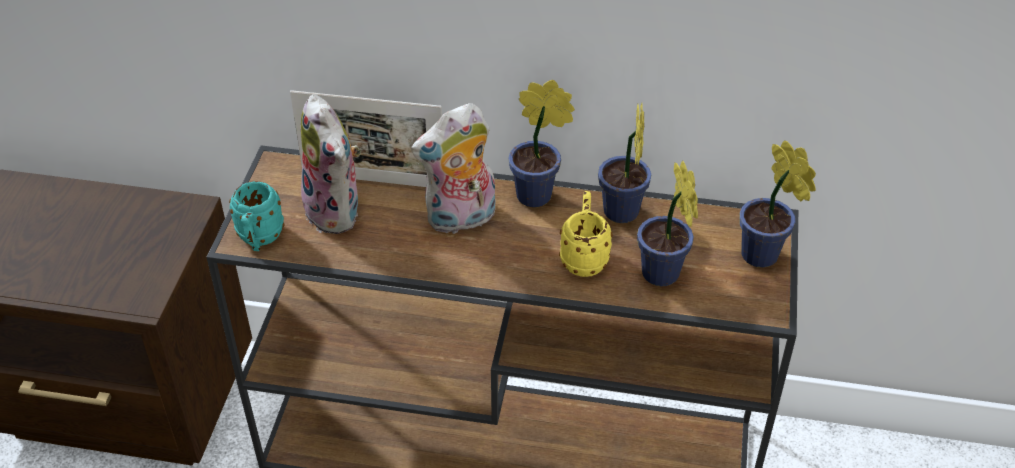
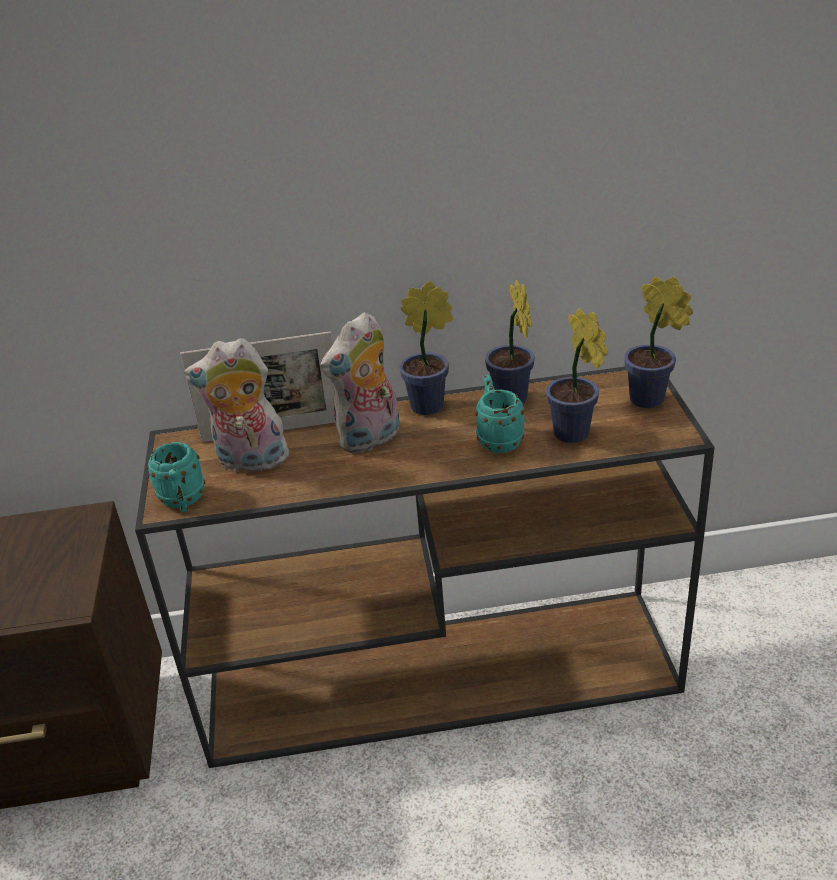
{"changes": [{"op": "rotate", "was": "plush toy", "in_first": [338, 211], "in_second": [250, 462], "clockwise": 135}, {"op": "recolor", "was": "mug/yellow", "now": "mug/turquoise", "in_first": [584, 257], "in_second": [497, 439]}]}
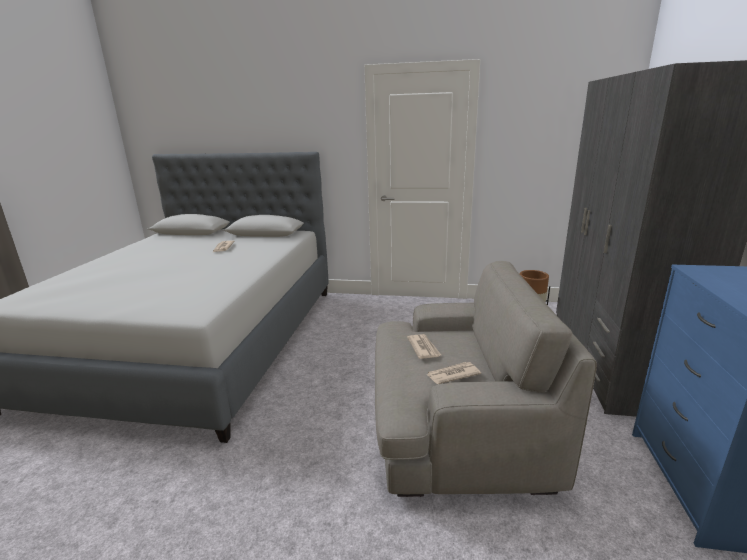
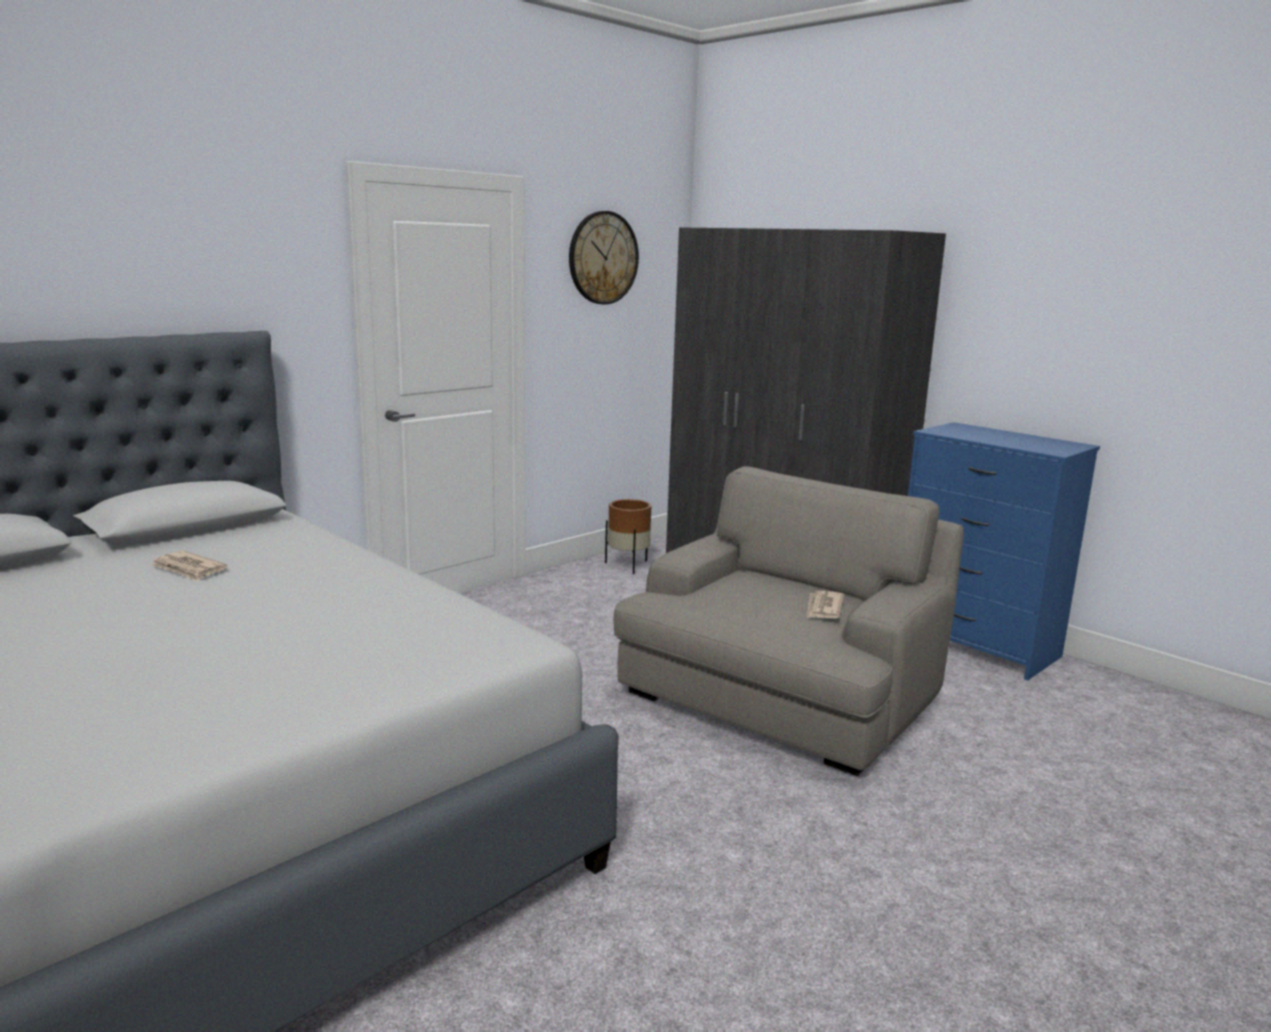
{"changes": [{"op": "delete", "was": "newspaper", "in_first": [423, 348]}, {"op": "insert", "now": "wall clock", "in_second": [603, 258]}]}
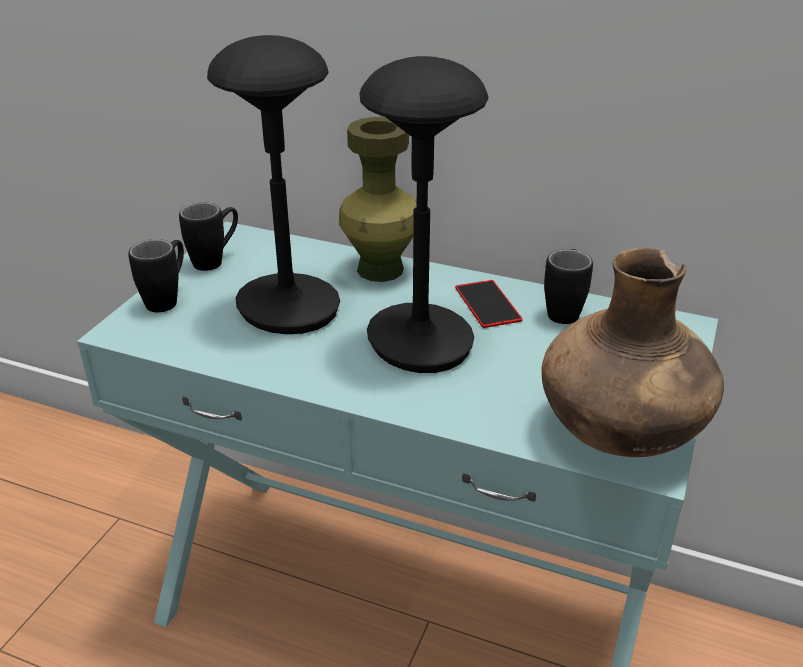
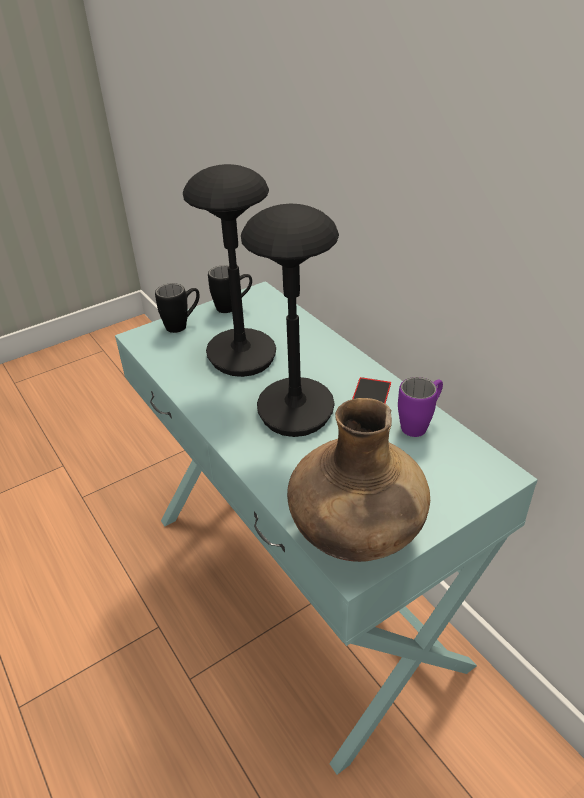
{"changes": [{"op": "delete", "was": "vase/green", "in_first": [379, 269]}, {"op": "recolor", "was": "mug/black", "now": "mug/purple", "in_first": [564, 310], "in_second": [419, 424]}]}
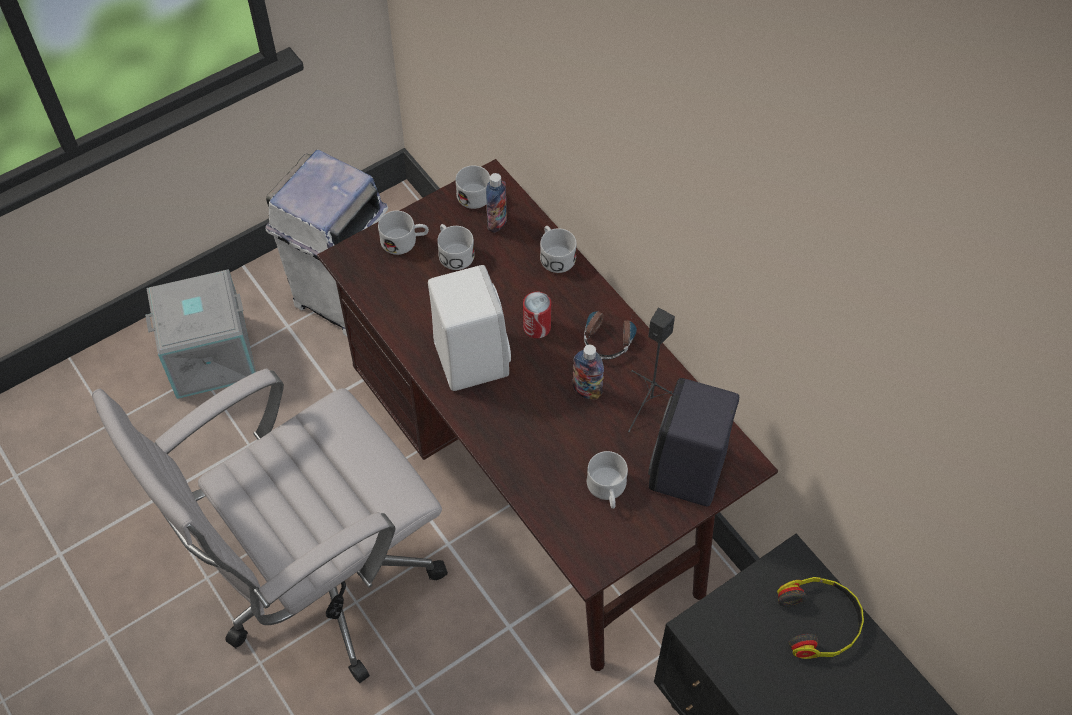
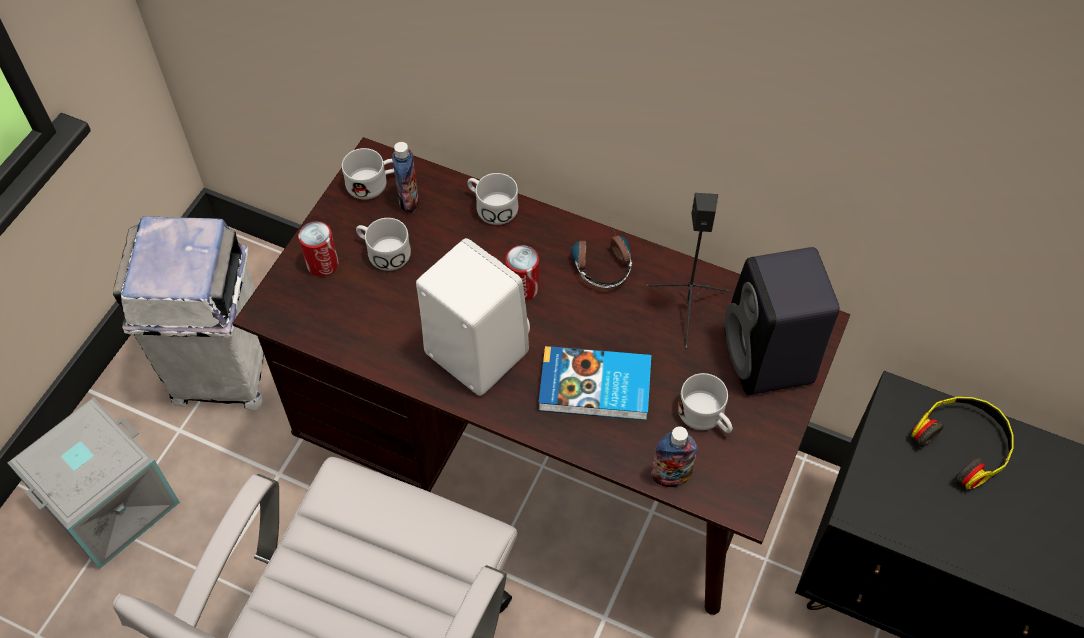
{"changes": [{"op": "replace", "was": "mug/white", "now": "can", "in_first": [405, 241], "in_second": [322, 264]}, {"op": "move", "was": "bottle", "in_first": [587, 390], "in_second": [670, 477]}, {"op": "insert", "now": "book", "in_second": [595, 388]}]}
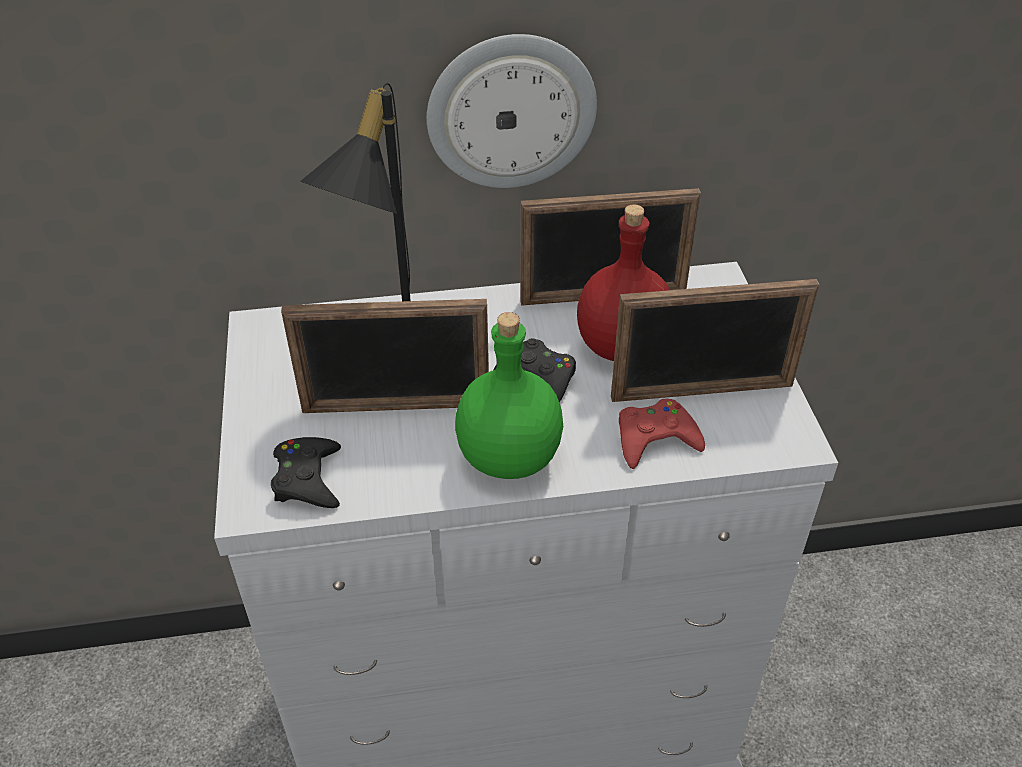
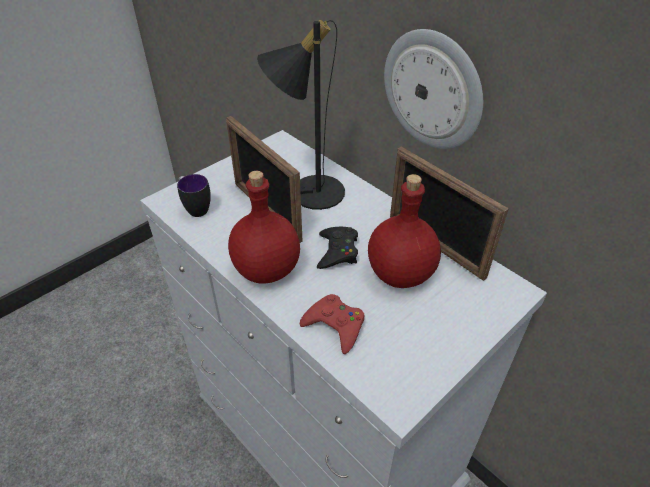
{"changes": [{"op": "delete", "was": "picture frame", "in_first": [702, 392]}, {"op": "recolor", "was": "bottle/green", "now": "bottle/red", "in_first": [508, 459], "in_second": [265, 269]}, {"op": "replace", "was": "game controller/black", "now": "mug", "in_first": [308, 479], "in_second": [195, 208]}]}
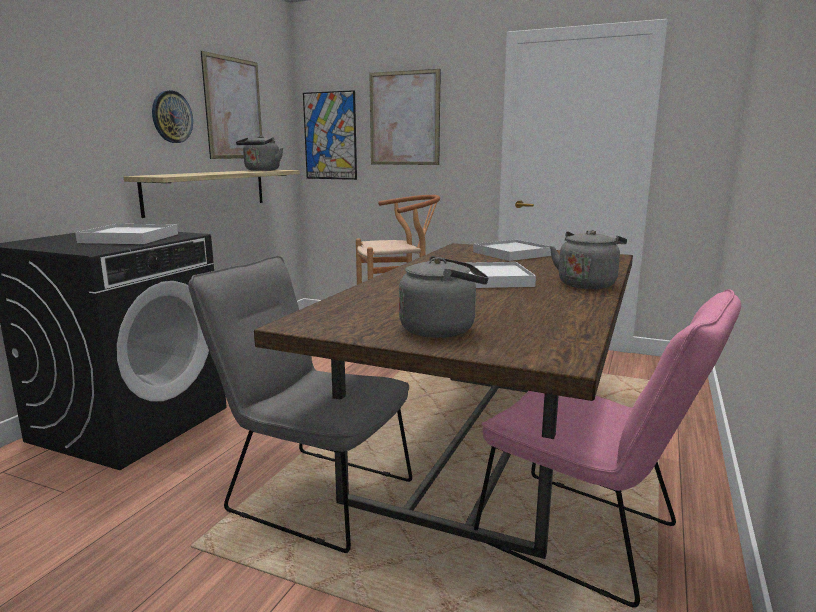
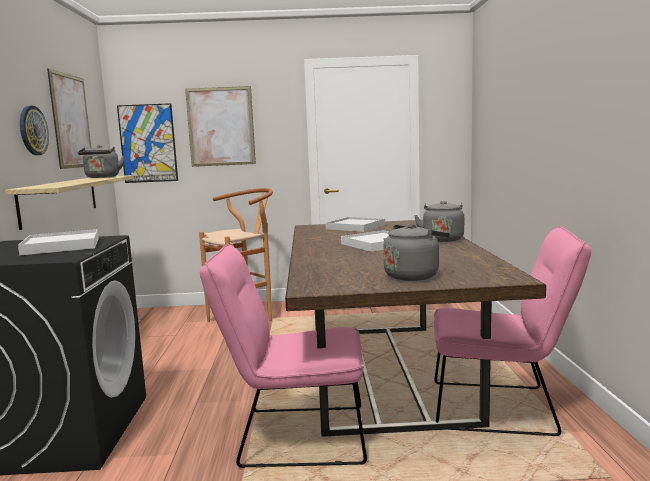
{"changes": [{"op": "recolor", "was": "chair/grey", "now": "chair/pink", "in_first": [311, 492], "in_second": [293, 436]}]}
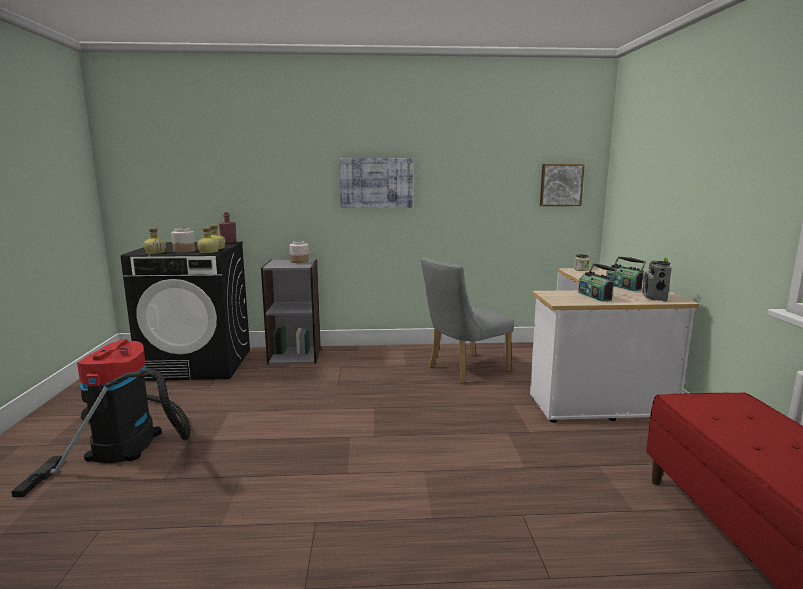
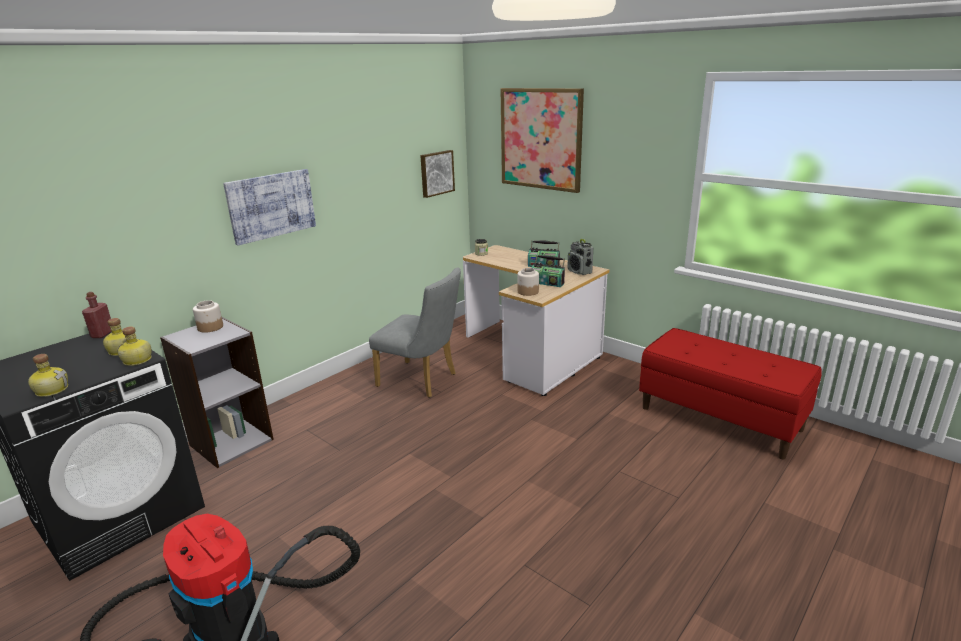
{"changes": [{"op": "move", "was": "jar", "in_first": [184, 251], "in_second": [528, 292]}, {"op": "rotate", "was": "chair/grey", "in_first": [463, 370], "in_second": [422, 381], "clockwise": -75}, {"op": "insert", "now": "picture", "in_second": [540, 139]}]}
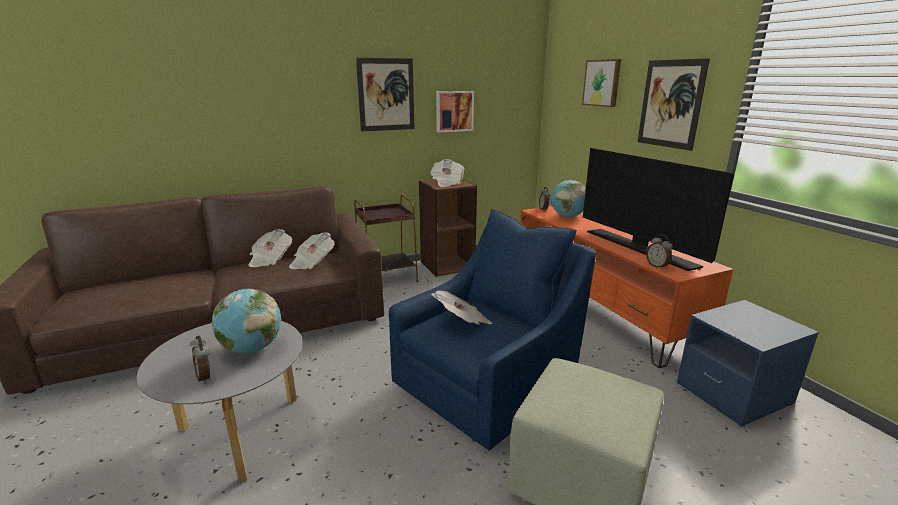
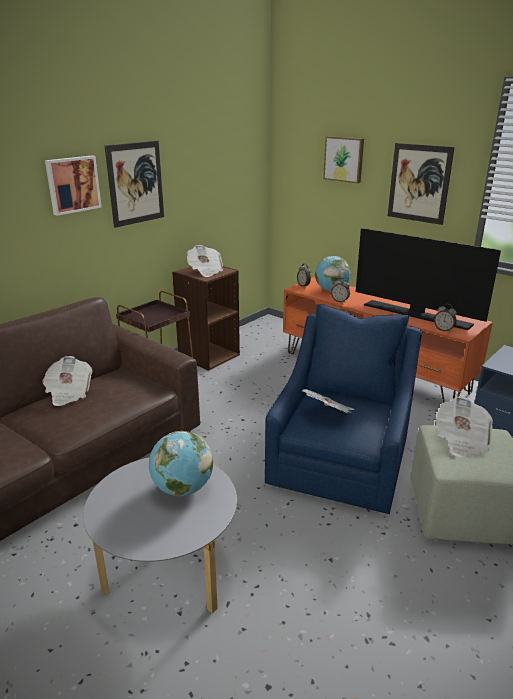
{"changes": [{"op": "move", "was": "picture", "in_first": [454, 111], "in_second": [72, 184]}, {"op": "move", "was": "newspaper", "in_first": [312, 263], "in_second": [461, 440]}, {"op": "move", "was": "alarm clock", "in_first": [205, 377], "in_second": [340, 301]}]}
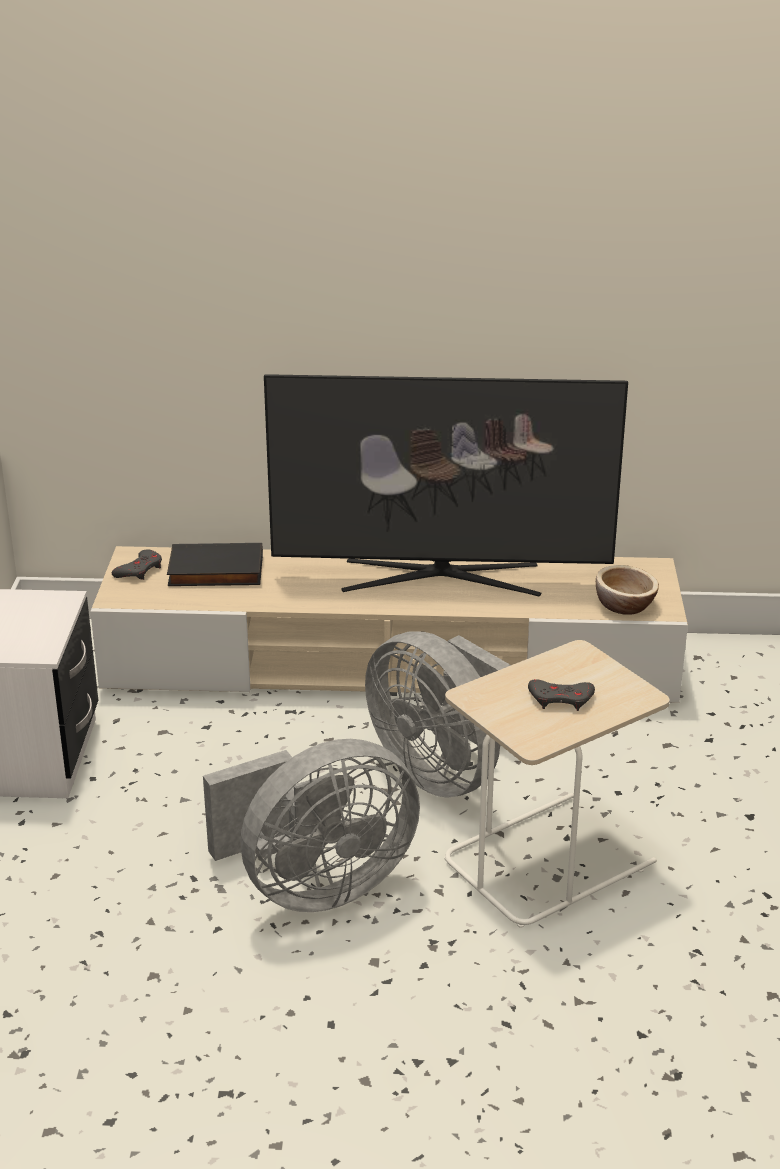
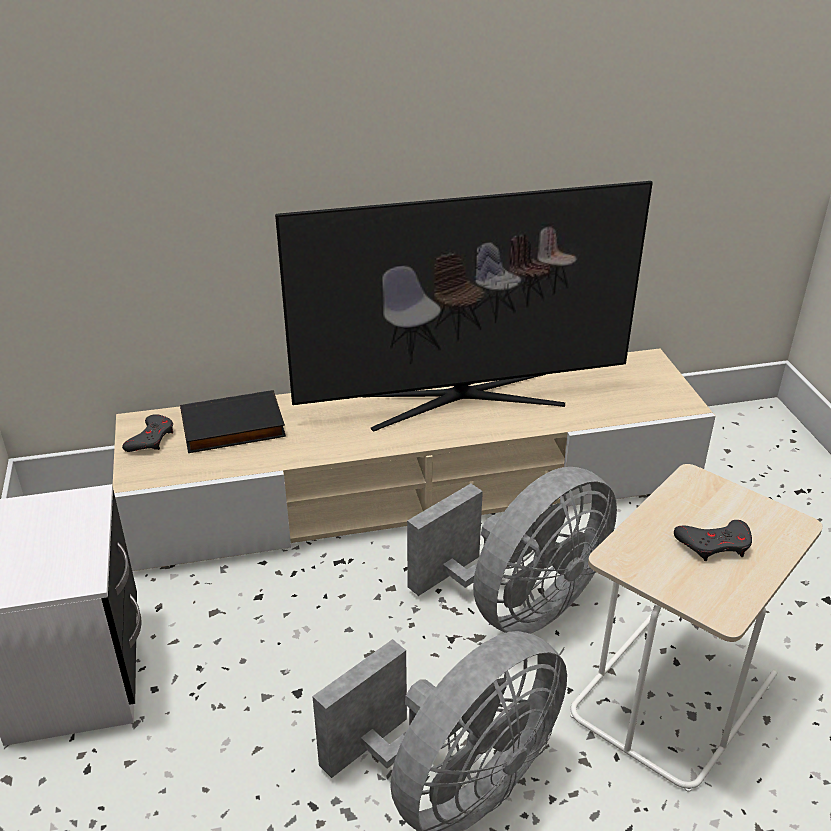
{"changes": [{"op": "delete", "was": "bowl", "in_first": [624, 605]}, {"op": "rotate", "was": "fan/grey", "in_first": [441, 772], "in_second": [519, 606], "clockwise": -75}]}
